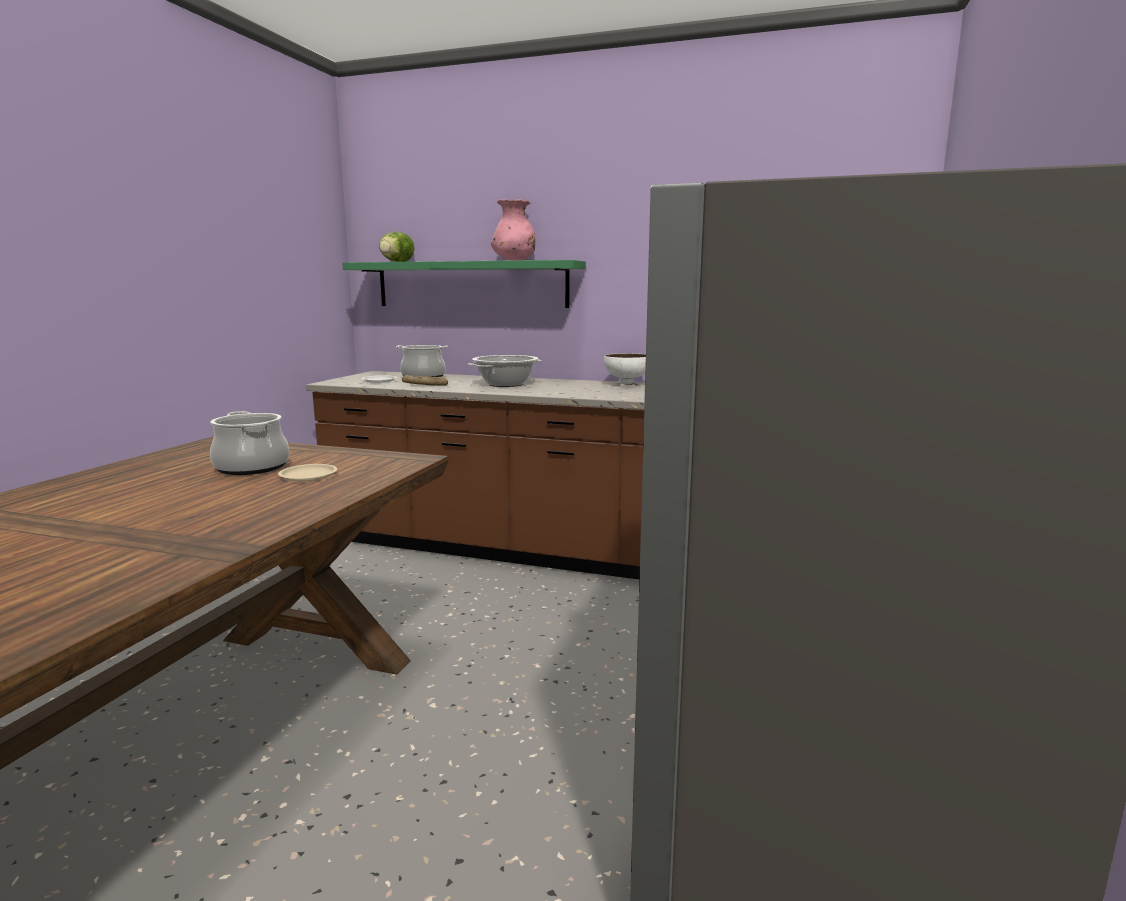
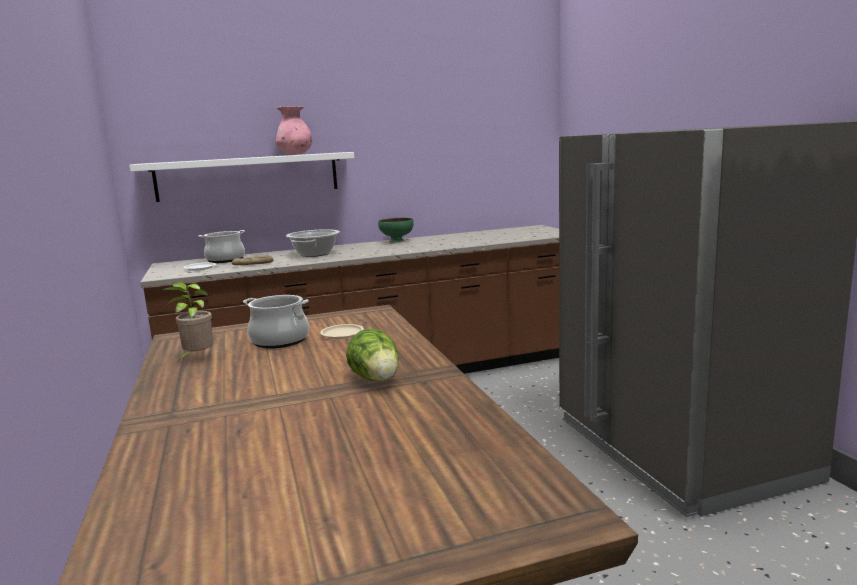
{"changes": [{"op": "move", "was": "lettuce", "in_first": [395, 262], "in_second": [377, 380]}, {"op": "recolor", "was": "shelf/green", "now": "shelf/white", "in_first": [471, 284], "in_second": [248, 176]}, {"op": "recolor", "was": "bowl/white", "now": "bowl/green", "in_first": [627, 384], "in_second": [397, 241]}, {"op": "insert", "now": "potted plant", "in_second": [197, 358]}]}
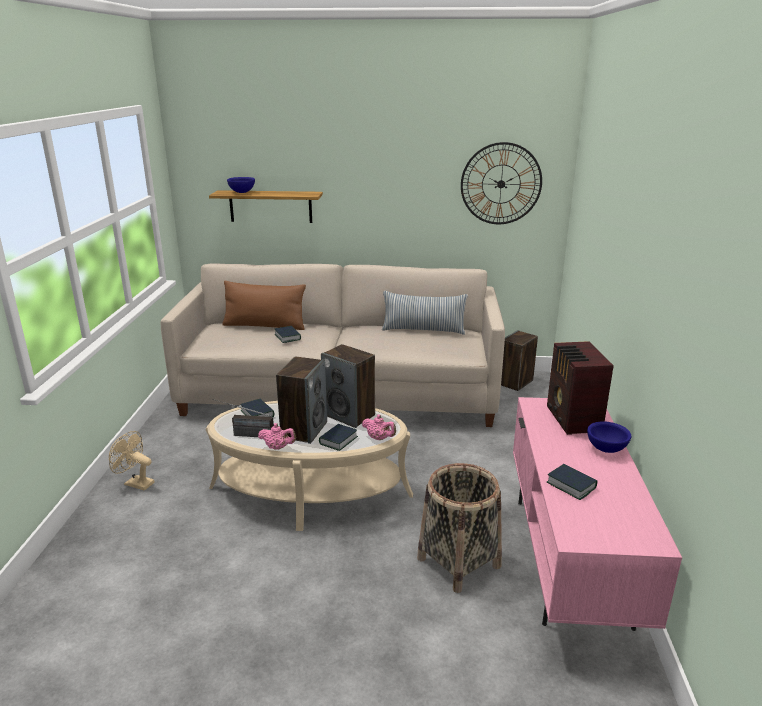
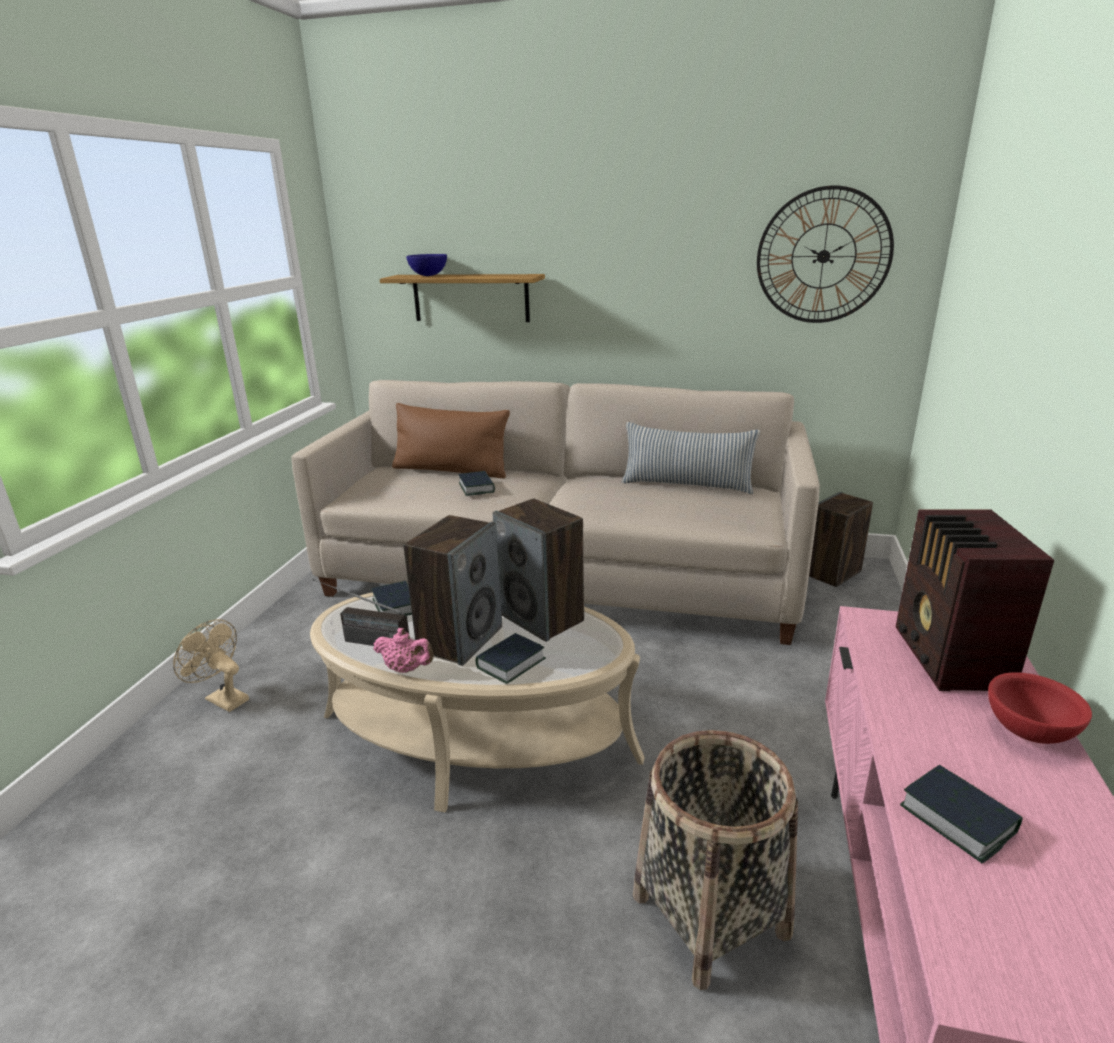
{"changes": [{"op": "delete", "was": "teapot/pink", "in_first": [379, 438]}, {"op": "recolor", "was": "bowl/blue", "now": "bowl/red", "in_first": [606, 448], "in_second": [1027, 731]}]}
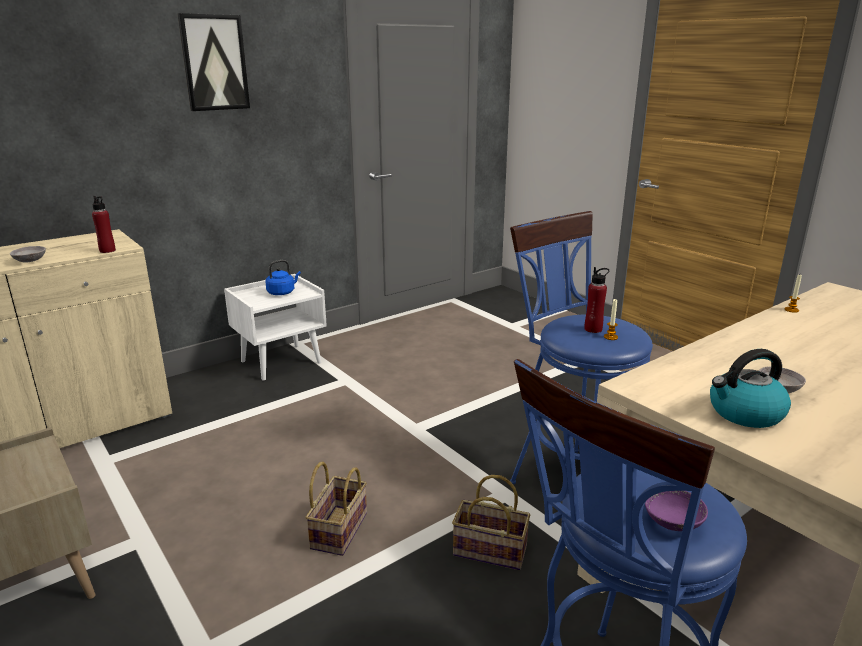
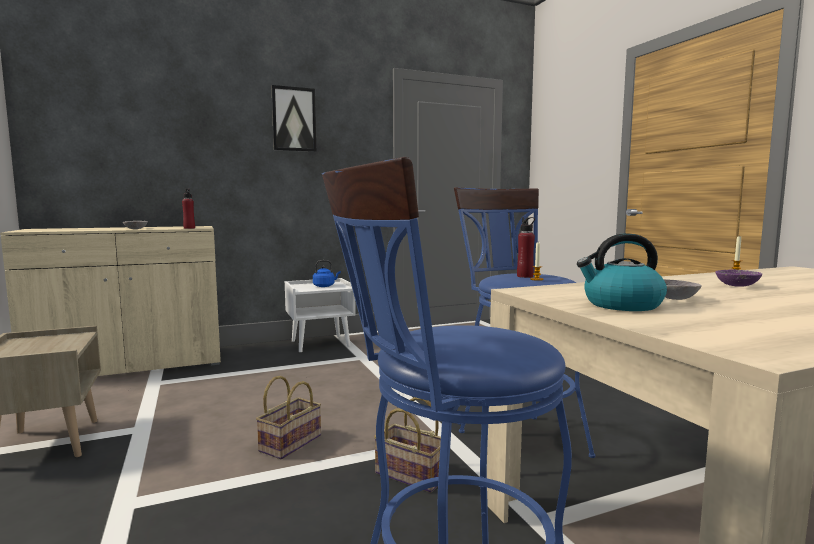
{"changes": [{"op": "move", "was": "bowl/purple", "in_first": [673, 522], "in_second": [737, 286]}]}
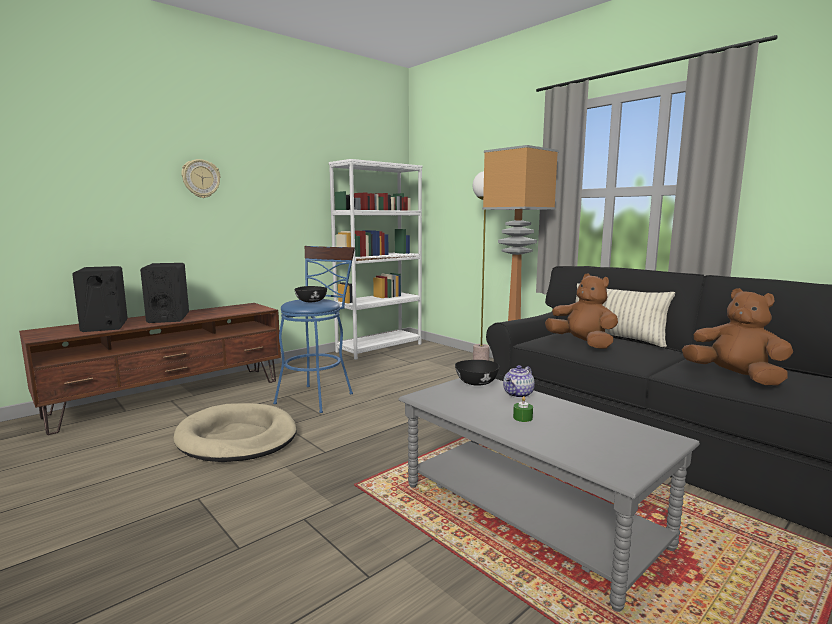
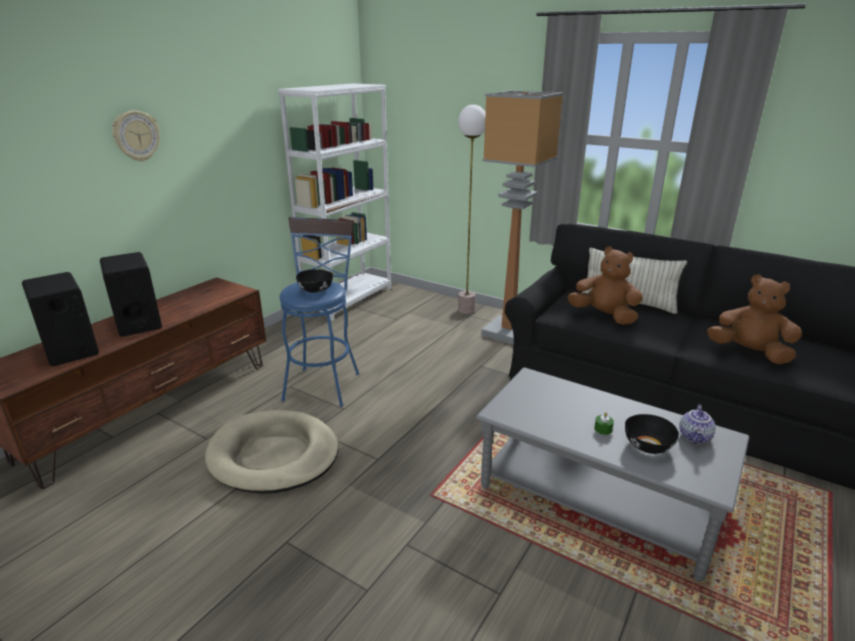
{"changes": [{"op": "move", "was": "bowl/black", "in_first": [476, 383], "in_second": [647, 446]}, {"op": "move", "was": "teapot", "in_first": [518, 394], "in_second": [695, 437]}]}
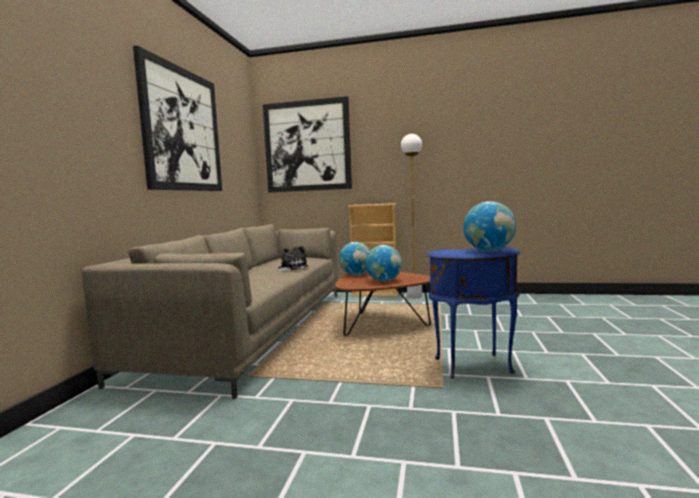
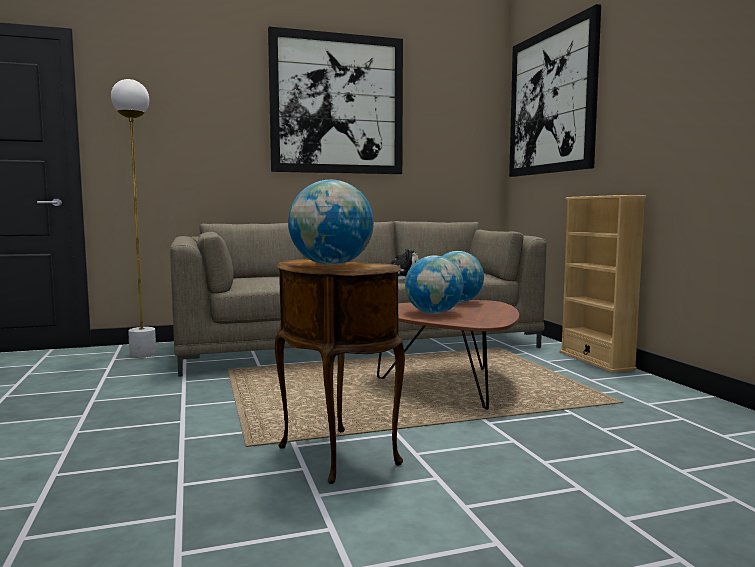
{"changes": [{"op": "move", "was": "floor lamp/white", "in_first": [414, 296], "in_second": [142, 355]}, {"op": "recolor", "was": "side table/blue", "now": "side table/brown", "in_first": [474, 367], "in_second": [334, 456]}]}
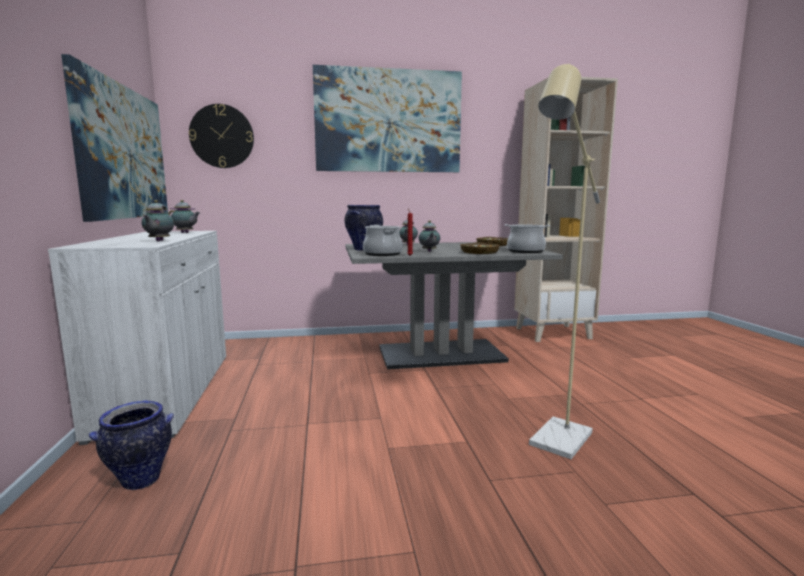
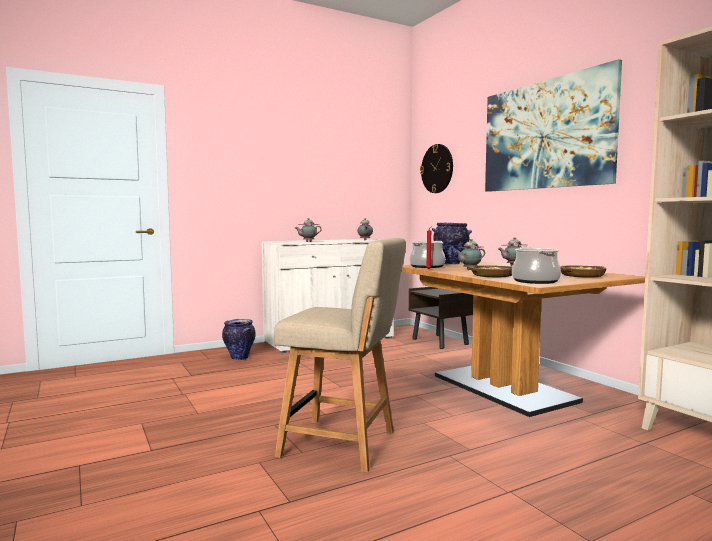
{"changes": [{"op": "delete", "was": "picture", "in_first": [123, 152]}, {"op": "replace", "was": "floor lamp/beige", "now": "chair/beige", "in_first": [556, 444], "in_second": [343, 444]}, {"op": "recolor", "was": "dining table/grey", "now": "dining table/brown", "in_first": [440, 354], "in_second": [503, 388]}, {"op": "insert", "now": "nightstand/brown", "in_second": [440, 342]}]}
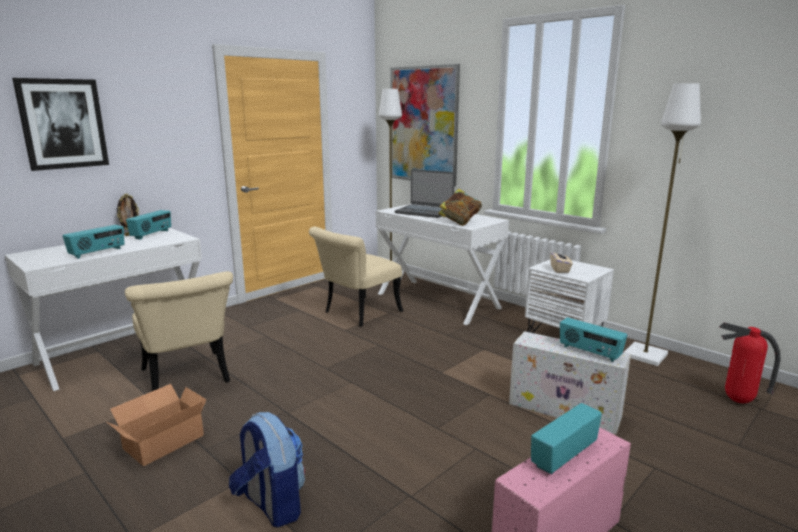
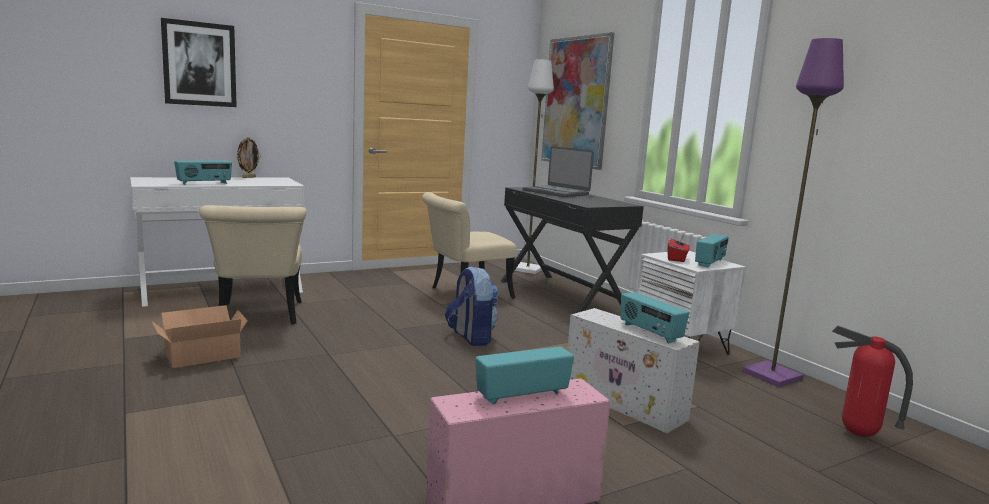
{"changes": [{"op": "recolor", "was": "floor lamp/white", "now": "floor lamp/purple", "in_first": [646, 355], "in_second": [773, 376]}, {"op": "delete", "was": "book", "in_first": [460, 222]}, {"op": "recolor", "was": "desk/white", "now": "desk/black", "in_first": [438, 300], "in_second": [562, 295]}, {"op": "move", "was": "radio", "in_first": [152, 234], "in_second": [710, 263]}, {"op": "recolor", "was": "tissue box/beige", "now": "tissue box/red", "in_first": [560, 269], "in_second": [677, 259]}, {"op": "move", "was": "backpack", "in_first": [271, 505], "in_second": [471, 337]}]}
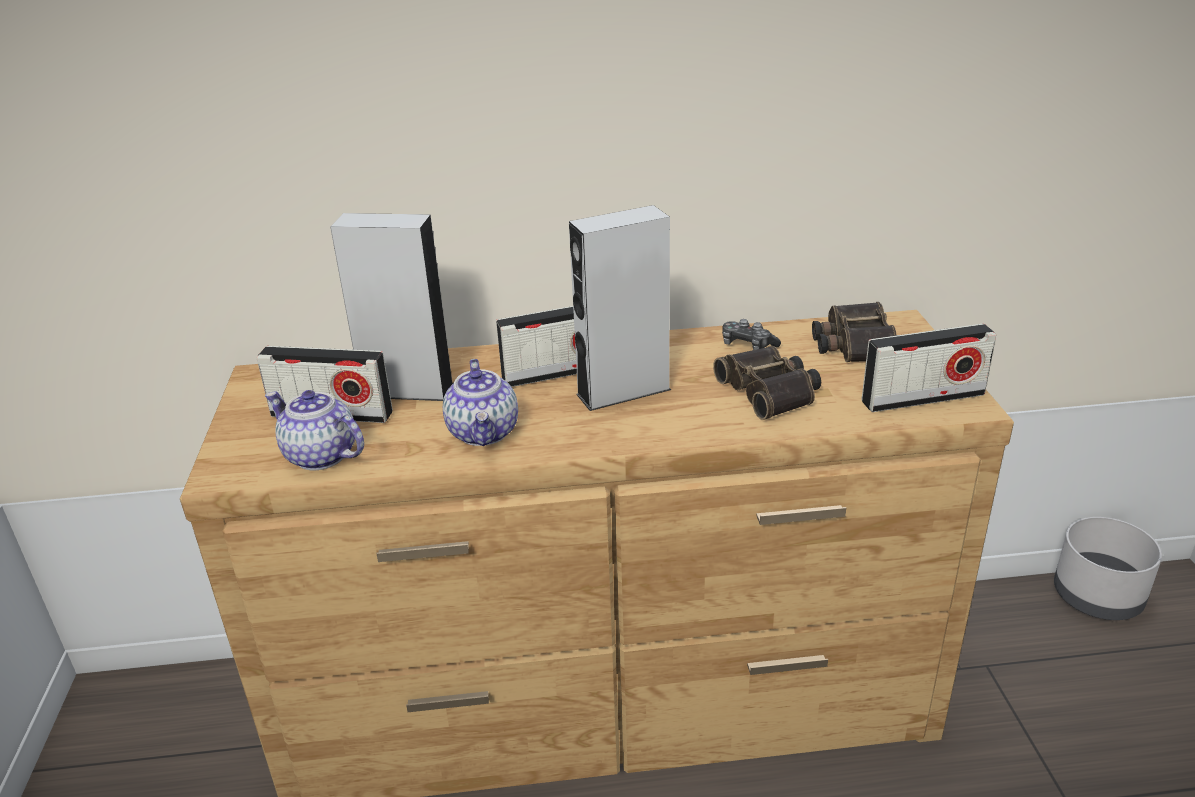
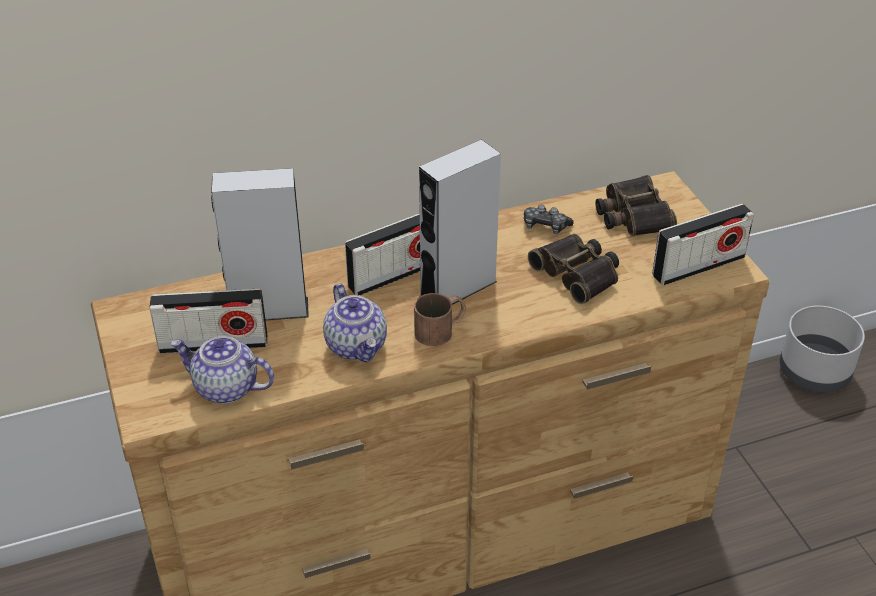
{"changes": [{"op": "insert", "now": "mug/brown", "in_second": [441, 329]}]}
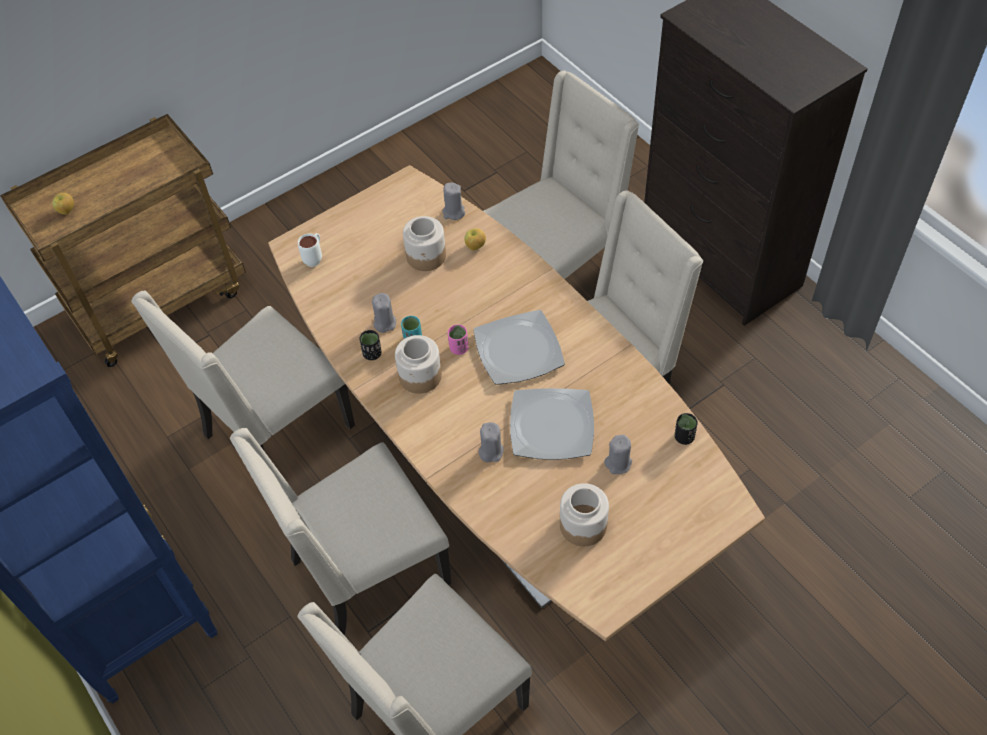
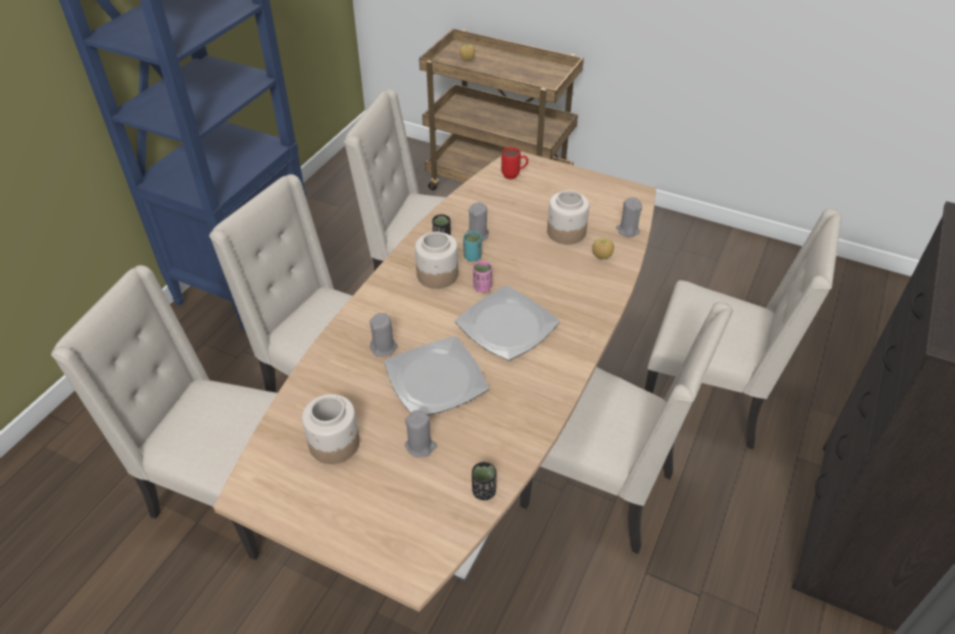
{"changes": [{"op": "recolor", "was": "mug/white", "now": "mug/red", "in_first": [315, 258], "in_second": [514, 175]}]}
